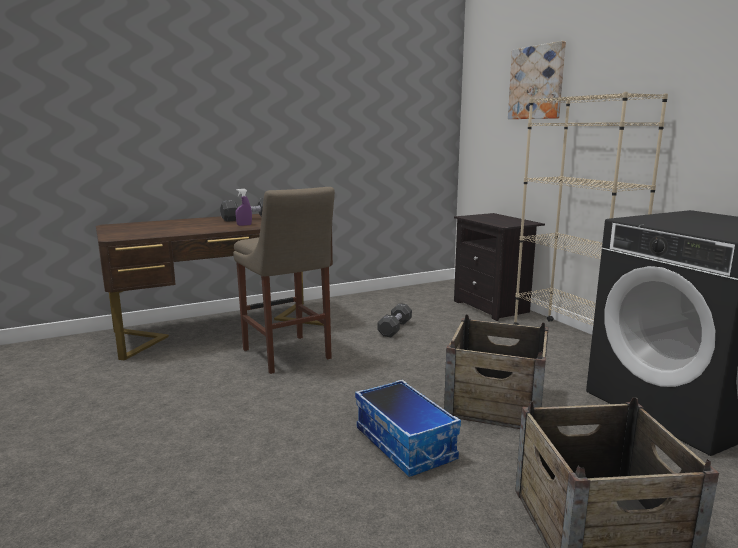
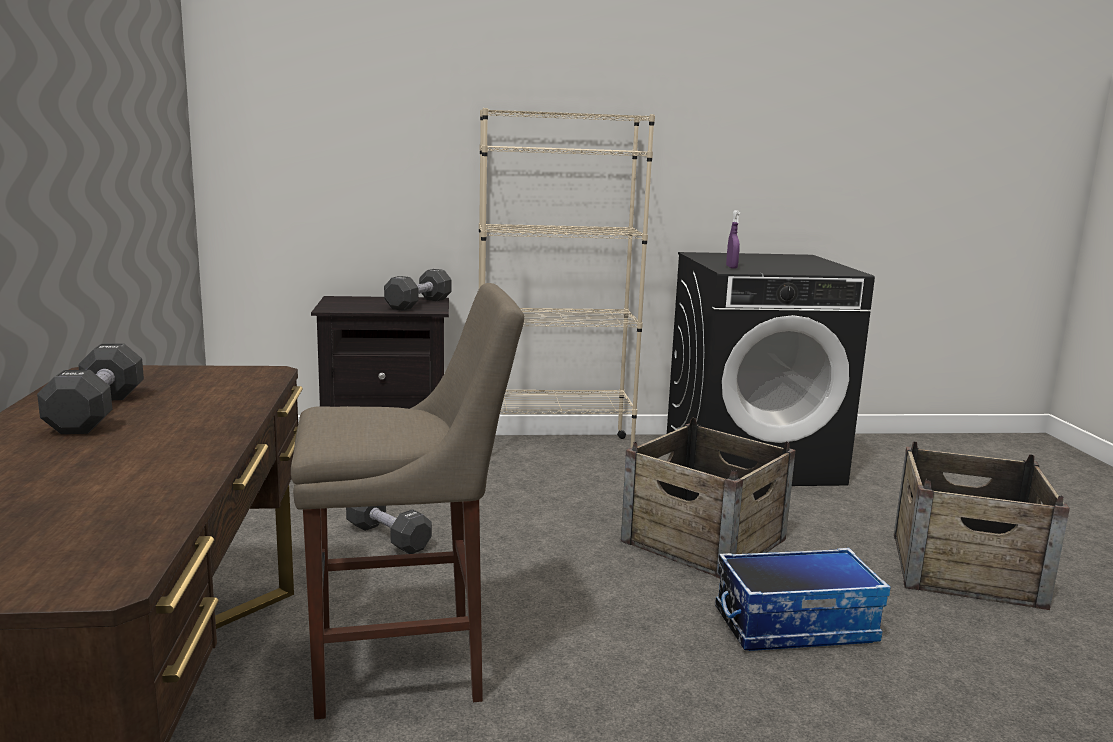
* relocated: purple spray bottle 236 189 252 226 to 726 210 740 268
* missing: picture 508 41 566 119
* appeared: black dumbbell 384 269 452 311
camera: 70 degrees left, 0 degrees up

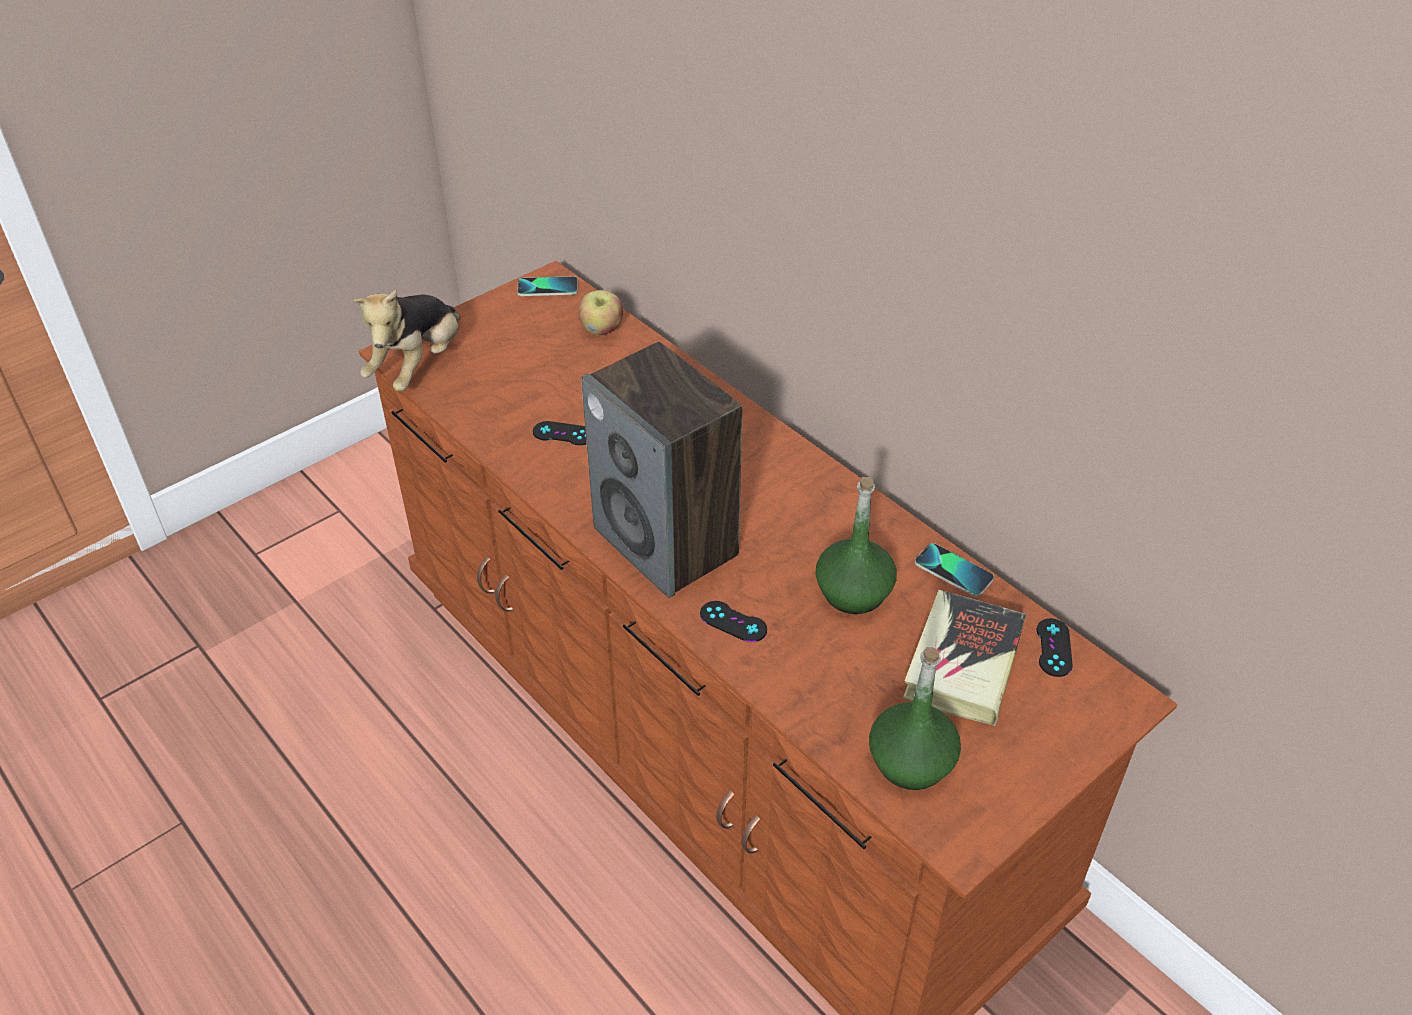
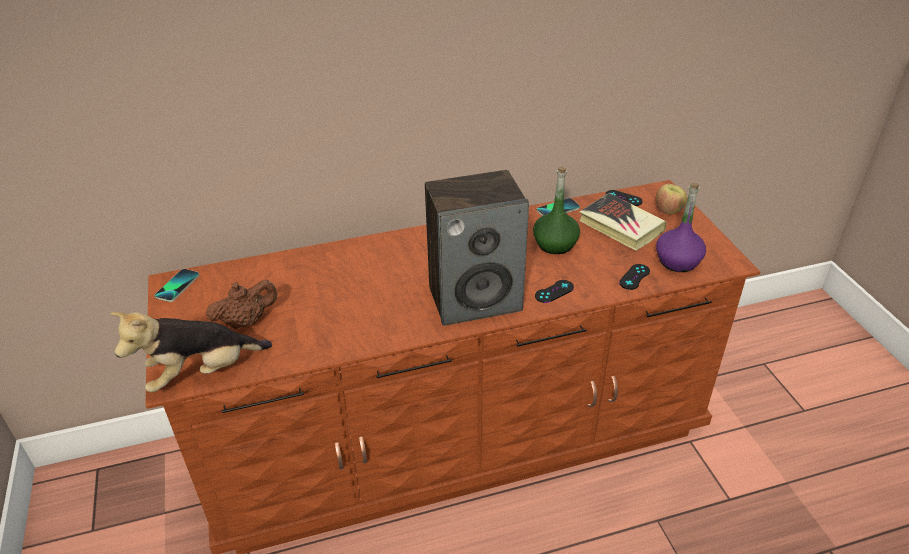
* spun: plush toy 353 290 461 392 = 110 312 272 393 105 degrees clockwise
* relocated: black game controller 533 421 587 445 to 619 264 650 290
* relocated: apple 578 290 623 335 to 656 184 687 214
* colour: green bottle 869 647 961 790 to purple bottle 656 183 706 272
* appeared: brown teapot 206 280 277 329
camera: 65 degrees left, 5 degrees down

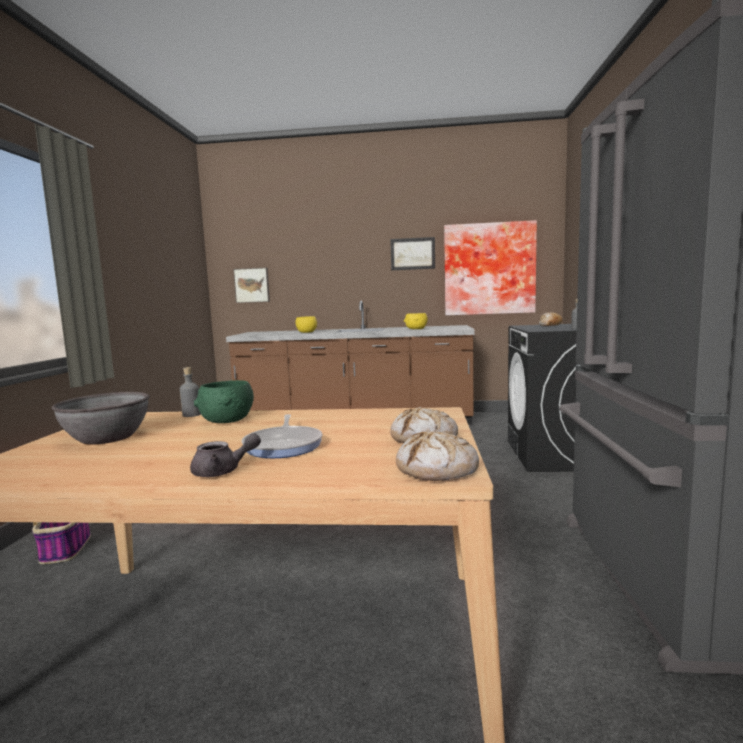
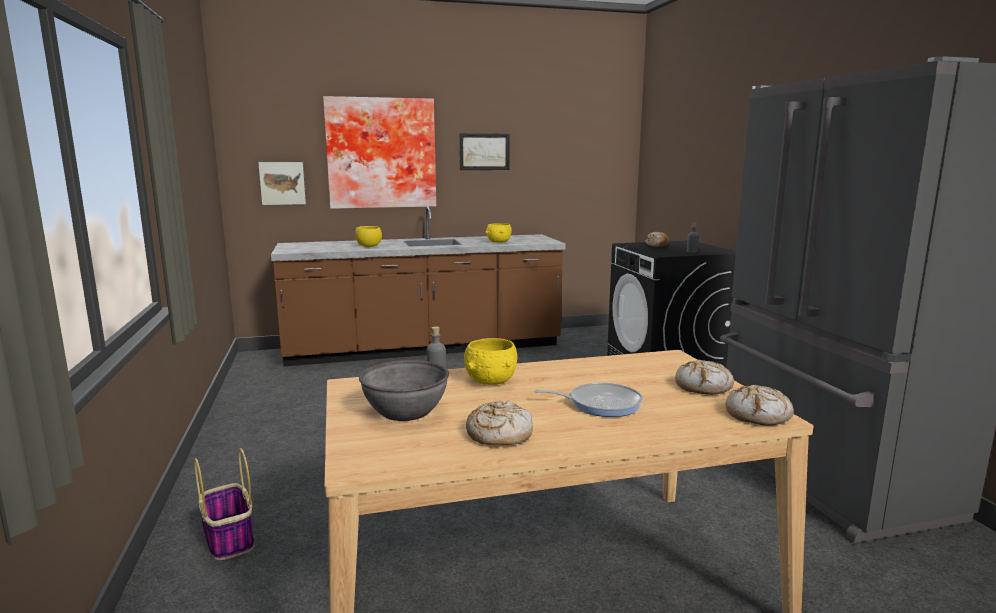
* missing: grey teapot 190 433 261 477
* colour: green bowl 194 380 254 423 to yellow bowl 464 338 517 385
* spun: frying pan 241 414 322 458 = 534 383 643 417 60 degrees counterclockwise
* relocated: picture 444 220 537 315 to 323 96 436 209
* appeared: bread 466 400 533 445
camera: 20 degrees left, 5 degrees up

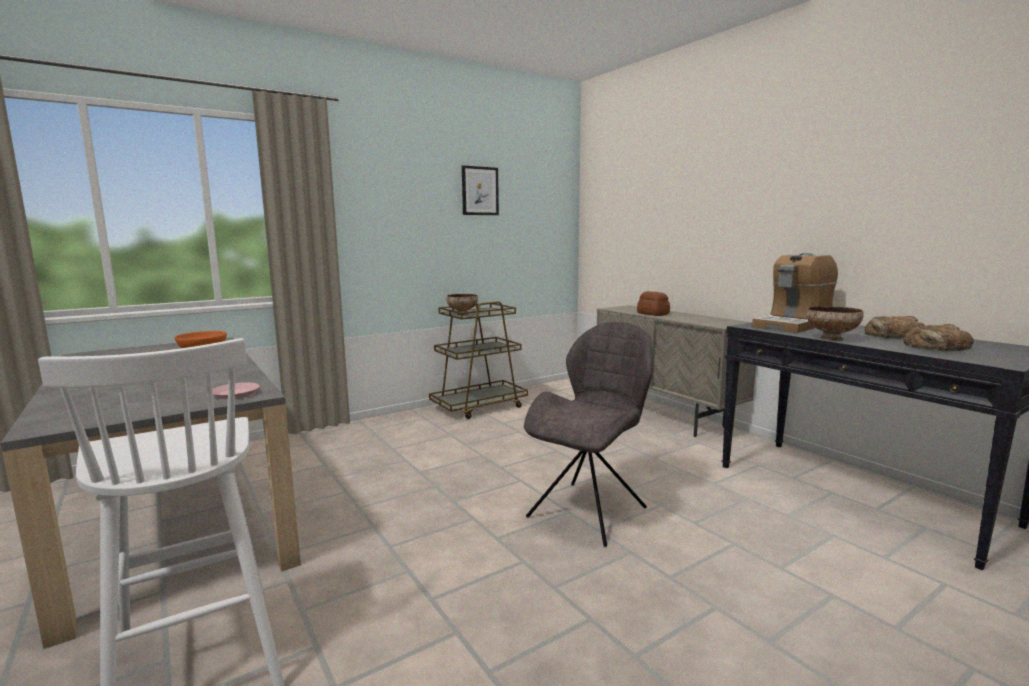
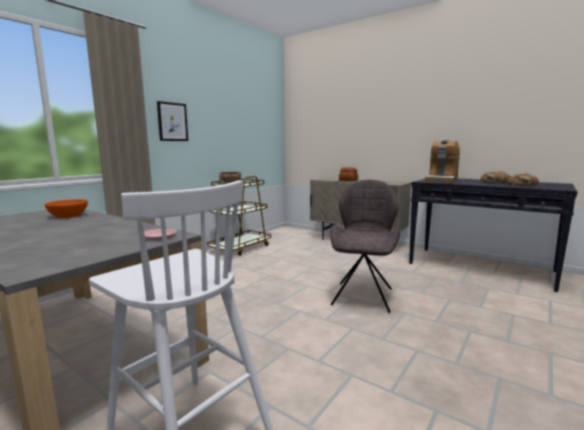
* relocated: picture 462 165 499 215 to 157 101 188 141
* missing: bowl 806 306 864 341
camera: 20 degrees left, 0 degrees up

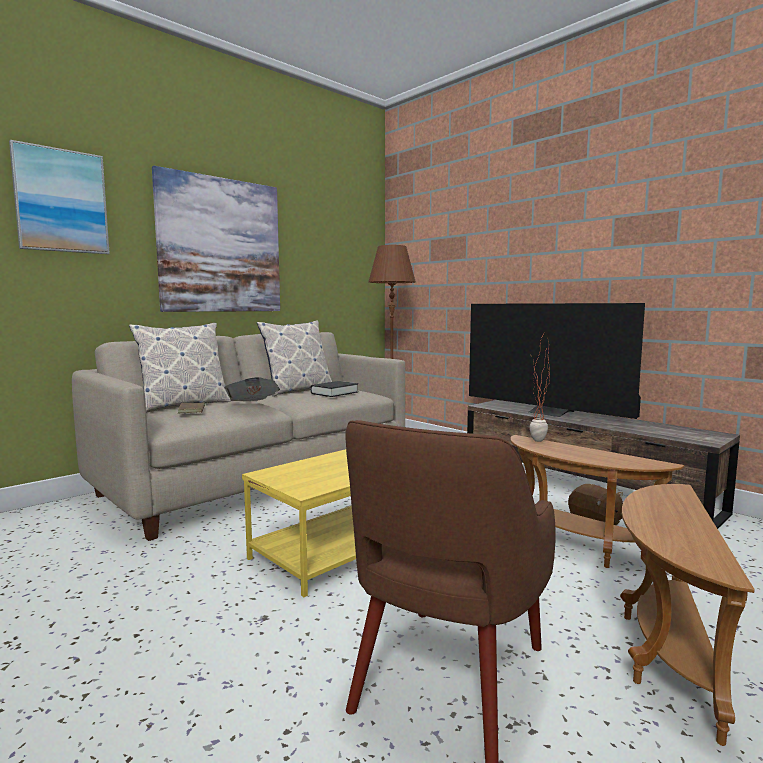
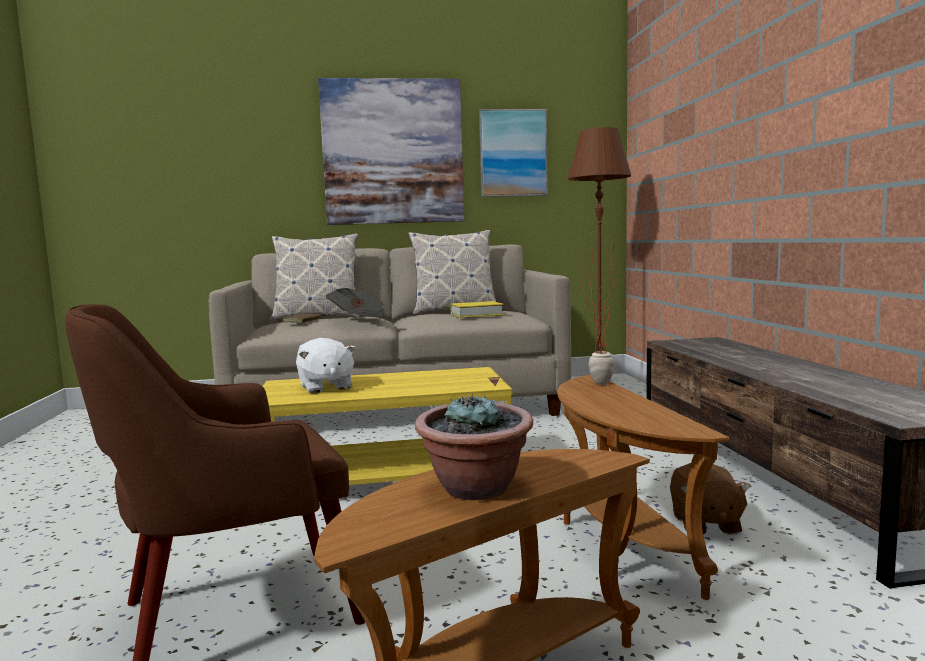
* relocated: picture 9 140 110 254 to 479 109 548 197
* colour: black book 310 381 358 397 to yellow book 451 301 504 318
* missing: television 469 303 645 419
* appeared: white plush toy 296 338 356 393
* appeared: potted plant 415 394 533 500
camera: 35 degrees right, 0 degrees up

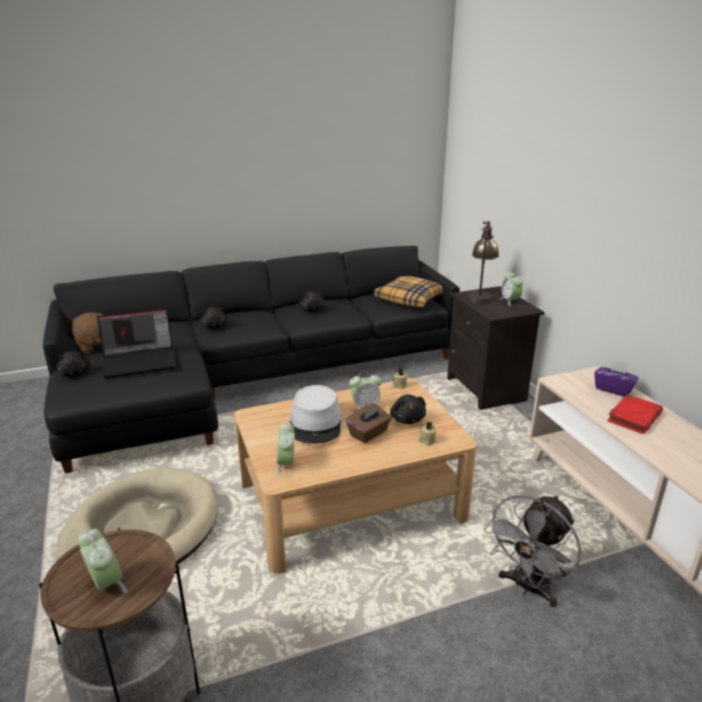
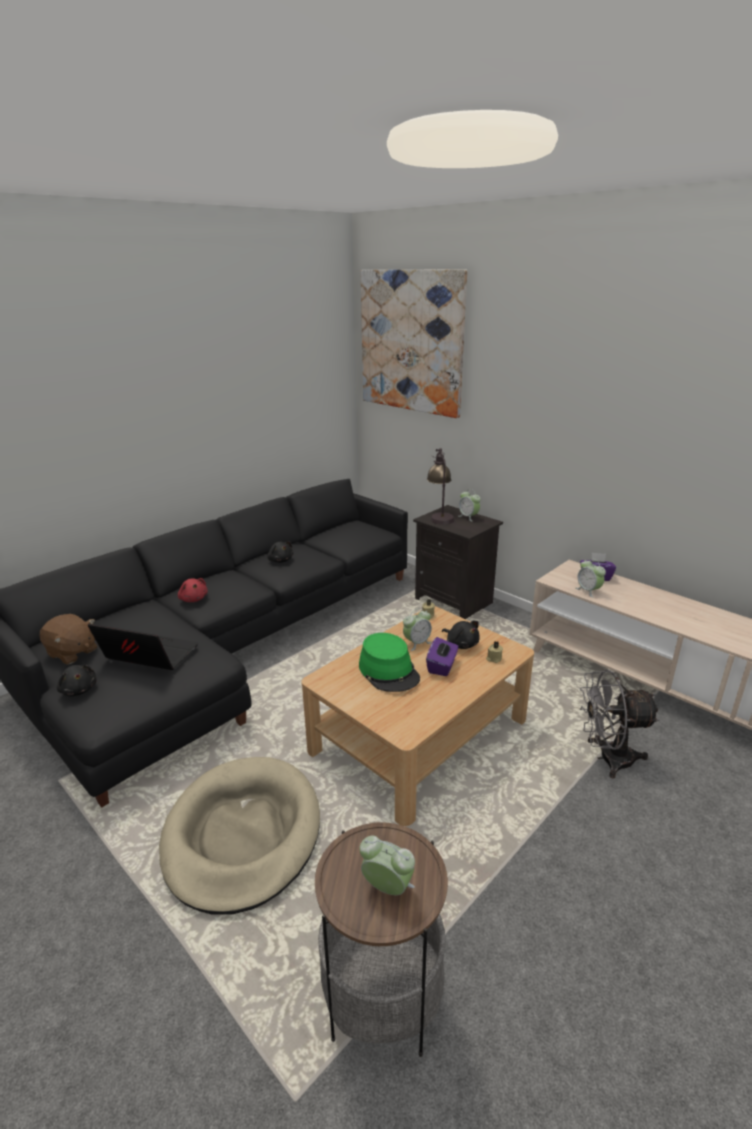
* spun: laptop 97 308 176 378 = 88 624 198 670 120 degrees counterclockwise
* colour: black plush toy 200 307 227 329 to red plush toy 178 578 208 602
* relocated: alarm clock 277 423 295 475 to 576 559 606 598
* colour: grey hat 290 385 342 444 to green hat 359 633 420 692
* colour: brown tissue box 346 403 391 443 to purple tissue box 426 637 458 676
* missing: pillow 374 276 443 307
* spun: grey fan 484 495 581 608 = 579 670 660 779 75 degrees clockwise
* missing: red book 607 394 663 434
* appeared: picture 361 270 467 418
camera: 25 degrees left, 0 degrees up

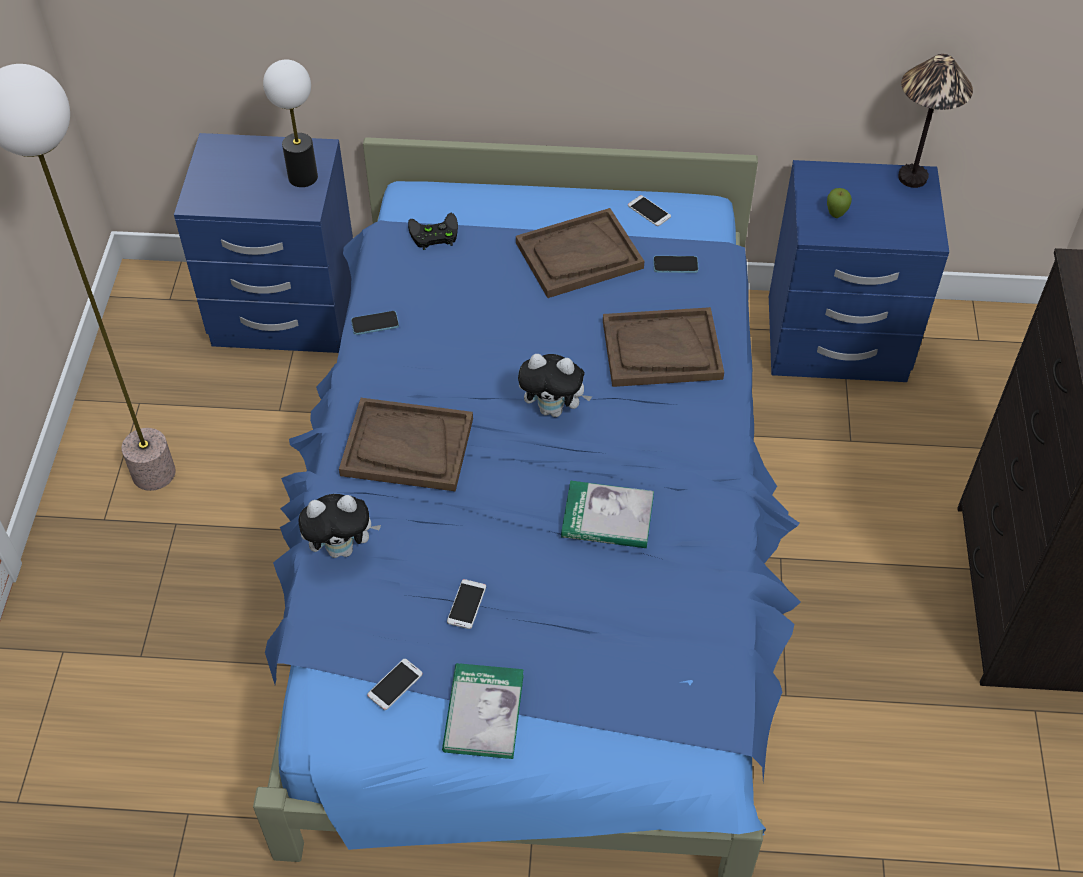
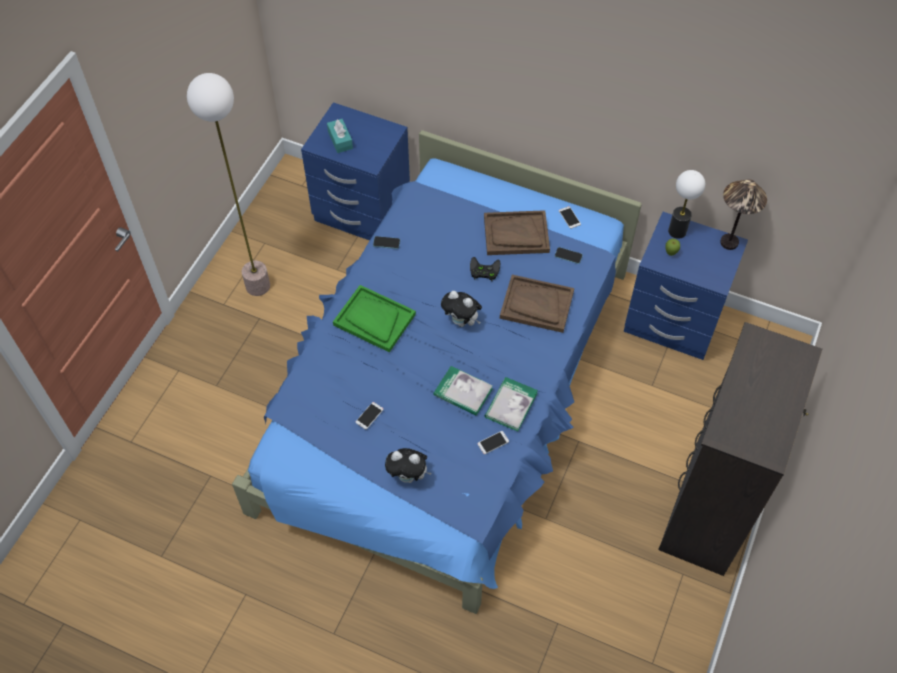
* relocated: table lamp 263 60 318 187 to 668 170 705 239
* relocated: plush toy 299 494 381 558 to 385 448 432 483
* colour: brown tray 339 398 473 491 to green tray 333 285 416 352
* relocated: phone 367 659 423 710 to 478 431 509 454
* relocated: black game controller 408 213 458 250 to 470 257 500 281
* relocated: book 442 663 524 759 to 485 377 538 431
* appeared: turquoise tissue box 327 119 353 153
camera: 20 degrees right, 5 degrees up

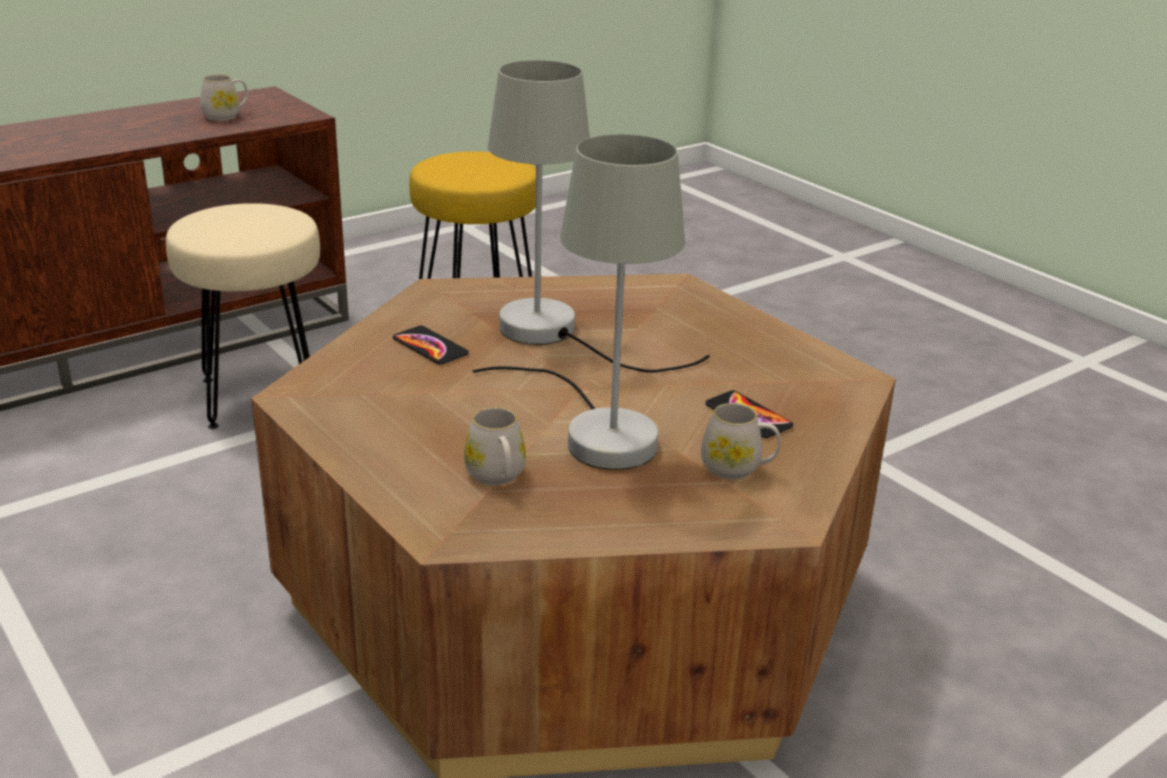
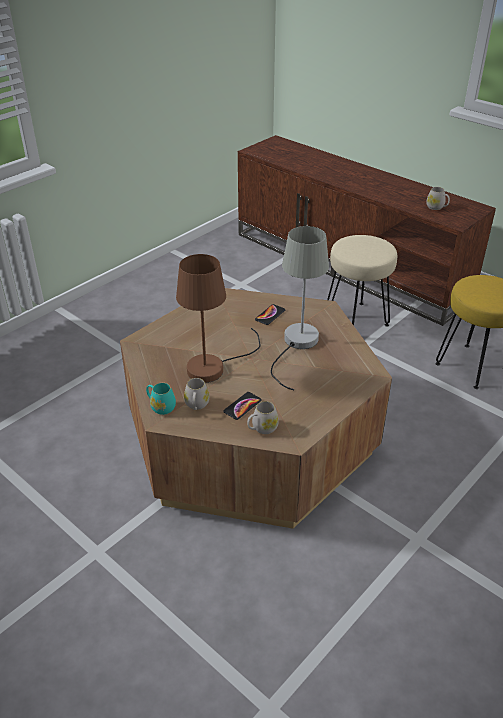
* relocated: white mug 464 407 526 485 to 247 401 279 434
* colour: grey table lamp 472 134 685 470 to brown table lamp 176 254 261 383
* appeared: turquoise mug 146 383 176 415
camera: 80 degrees right, 10 degrees up

